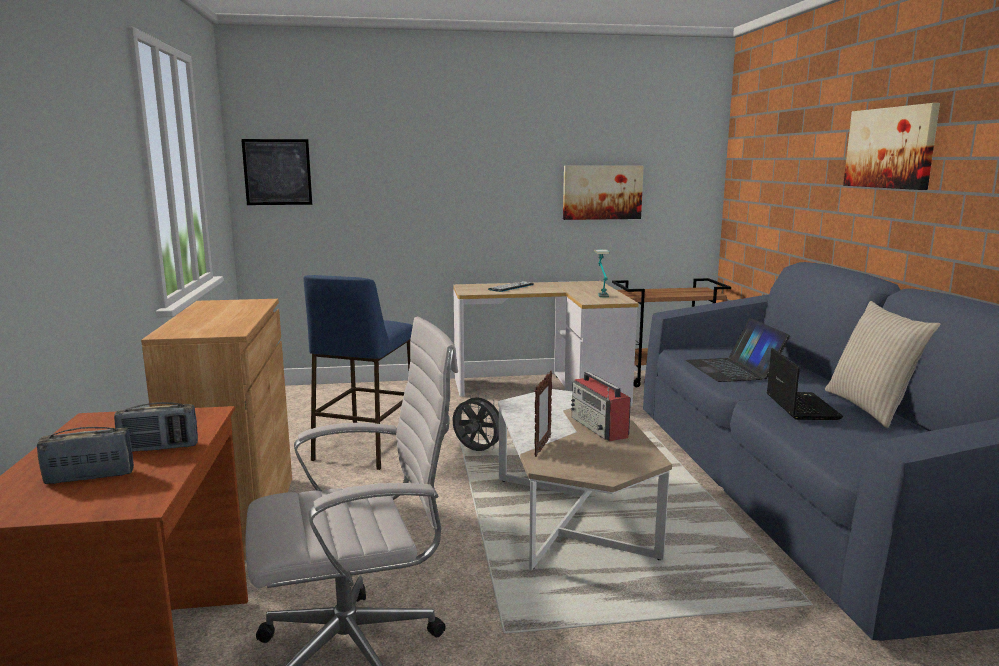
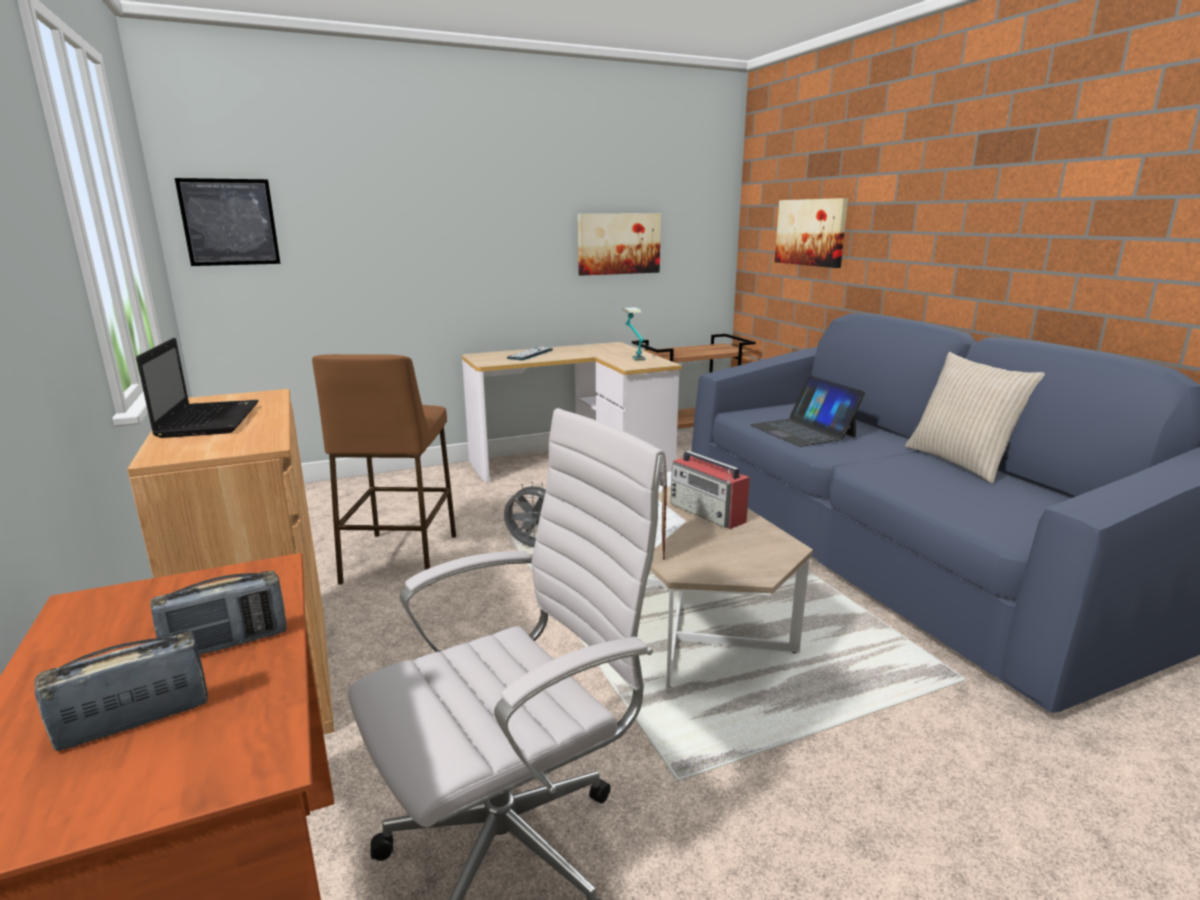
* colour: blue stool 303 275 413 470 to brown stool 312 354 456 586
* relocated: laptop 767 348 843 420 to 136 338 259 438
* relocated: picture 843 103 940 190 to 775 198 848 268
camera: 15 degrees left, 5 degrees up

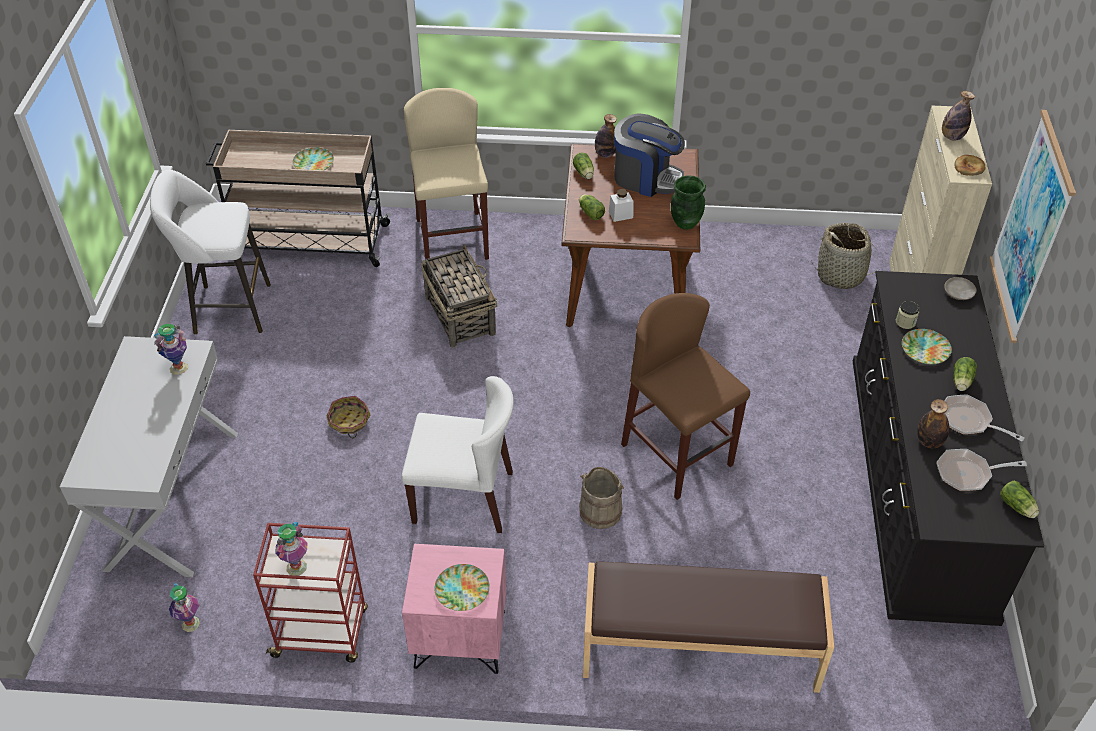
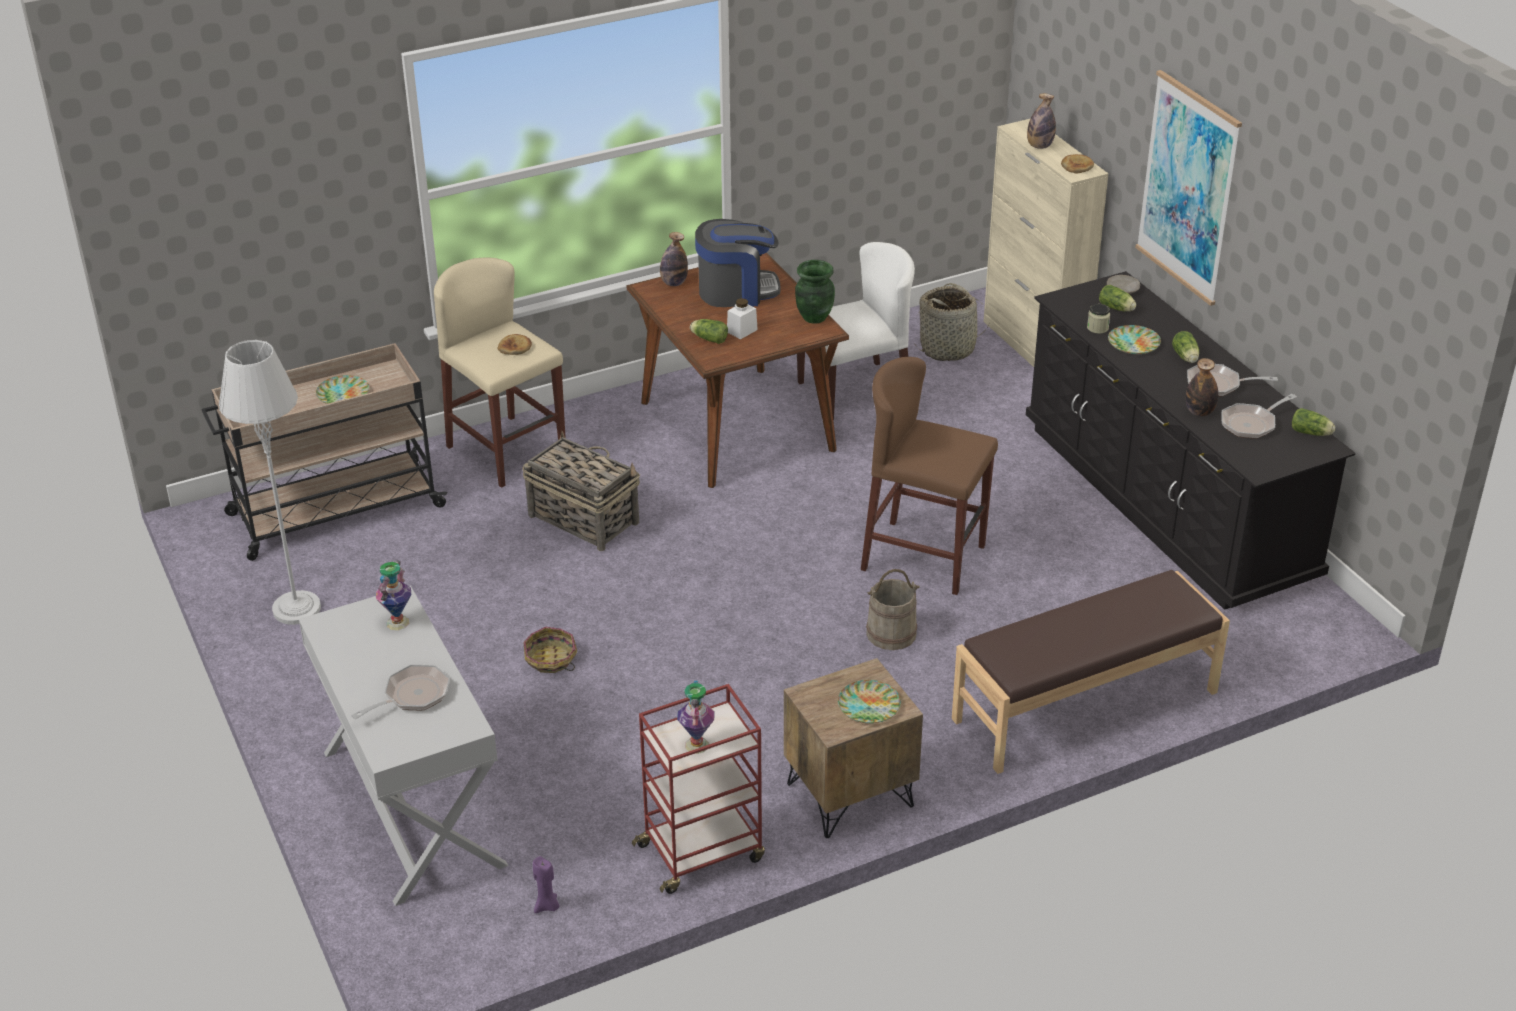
* exchanged: white stool 150 170 271 334 to grey floor lamp 219 340 321 625
* exchanged: vase 169 583 200 632 to purple candle 533 856 559 913
* relocated: white chair 401 376 514 533 to 797 242 915 420
* colour: pink nightstand 402 544 506 674 to brown nightstand 784 658 923 838
* relocated: lettuce 573 153 594 179 to 1099 285 1136 311
* appeared: frying pan 351 665 450 719
* appeared: bread 498 334 532 355
camera: 30 degrees left, 10 degrees down

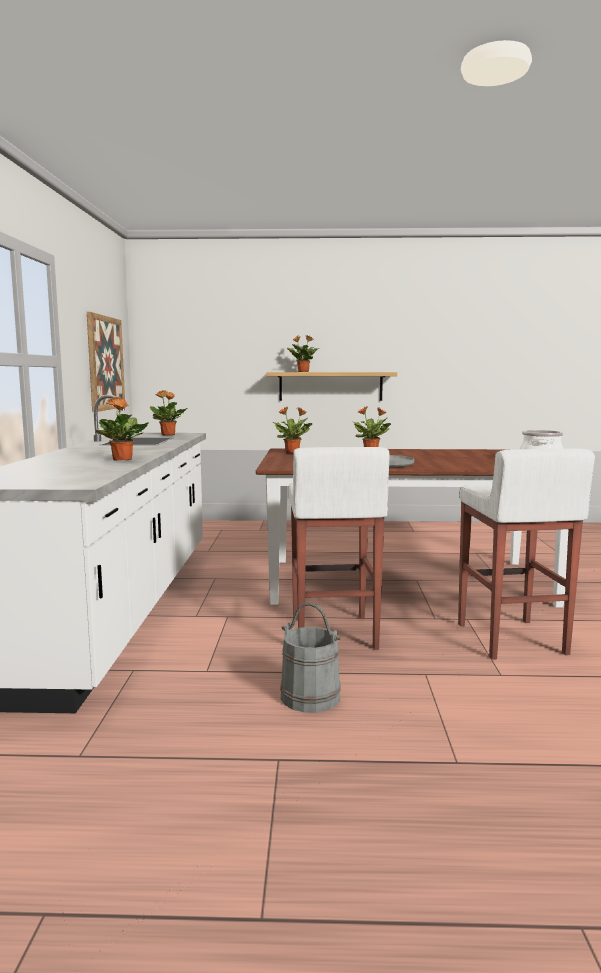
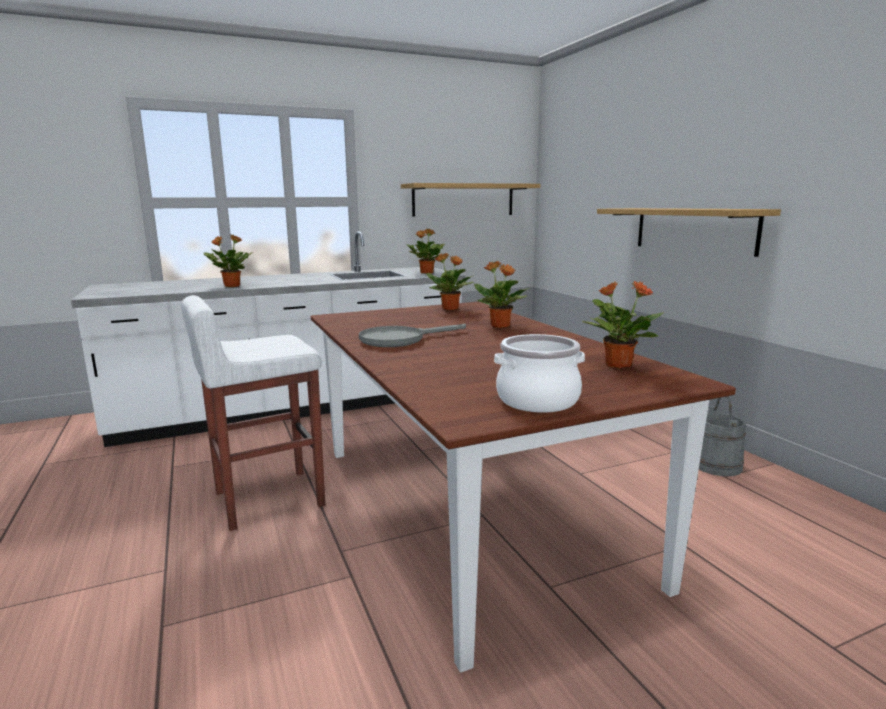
* exchanged: picture 87 312 125 412 to shelf 401 183 540 217
* relocated: grey bucket 280 602 341 713 to 699 396 746 476
* relocated: potted plant 287 335 319 372 to 583 281 663 368
* missing: white stool 458 449 595 660
camera: 65 degrees right, 5 degrees up

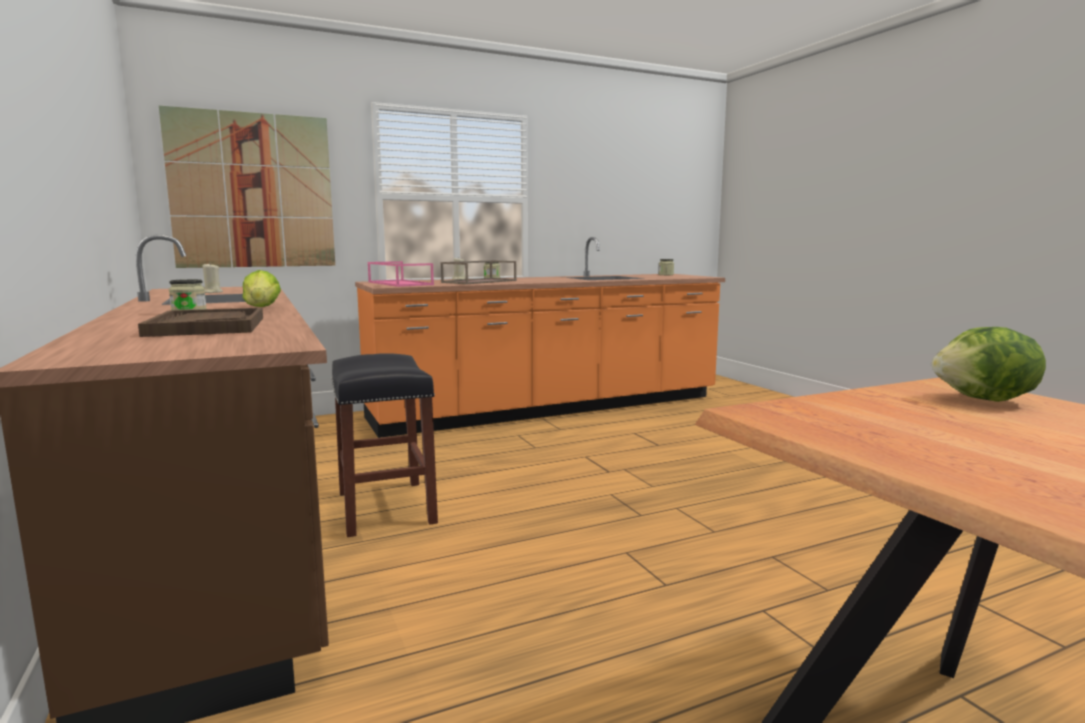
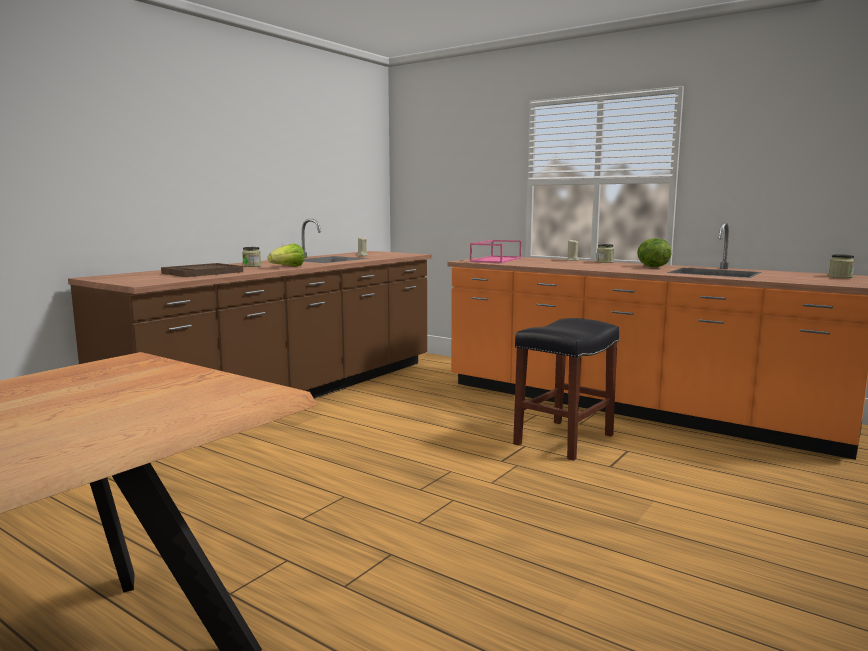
* missing: picture 159 106 335 268
* relocated: black stool 332 353 438 537 to 513 318 619 461
* missing: brown tray 441 260 517 284
* relocated: lettuce 932 327 1046 402 to 637 238 672 267
camera: 60 degrees right, 0 degrees up

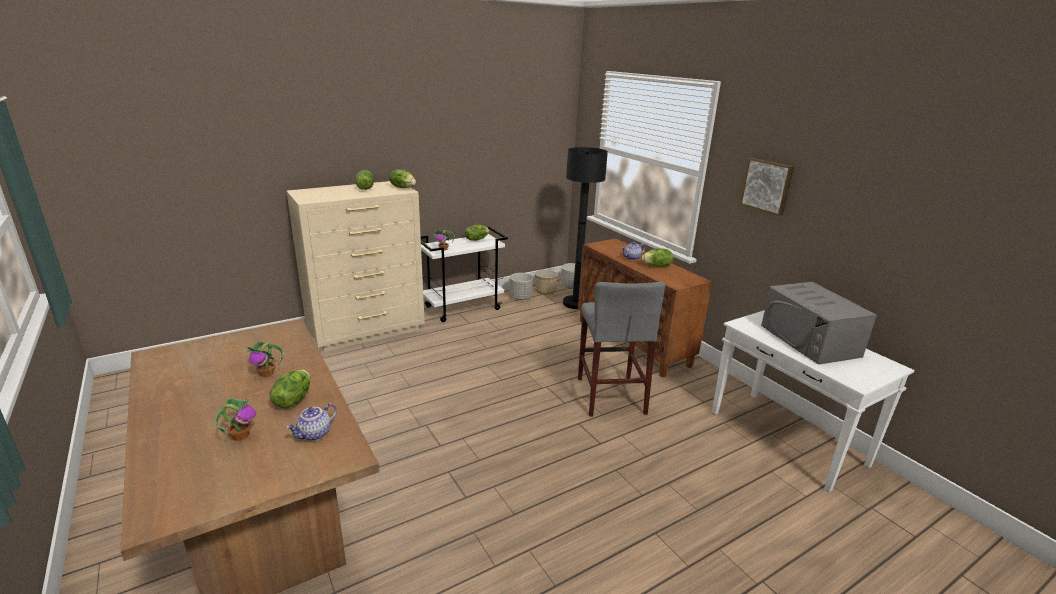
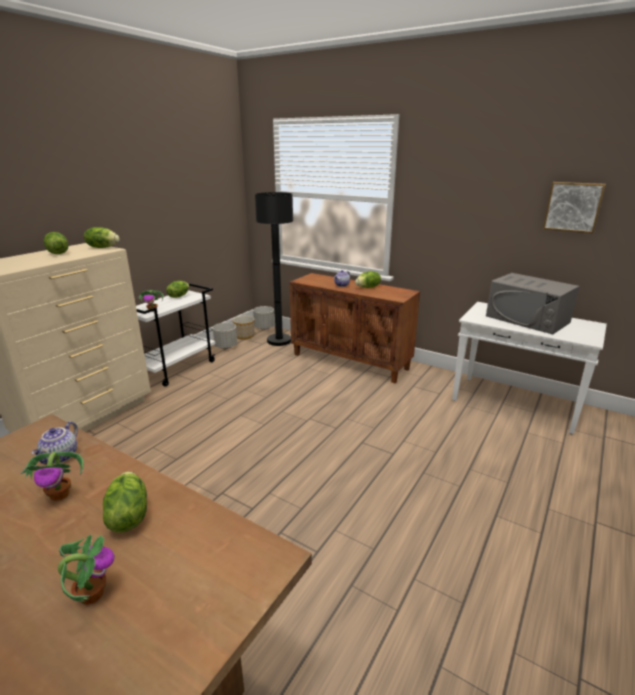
* relocated: teapot 286 403 337 441 to 31 421 78 464
* missing: grey stool 578 281 665 416
* relocated: picture 740 158 794 216 to 543 182 606 233
camera: 25 degrees left, 0 degrees up

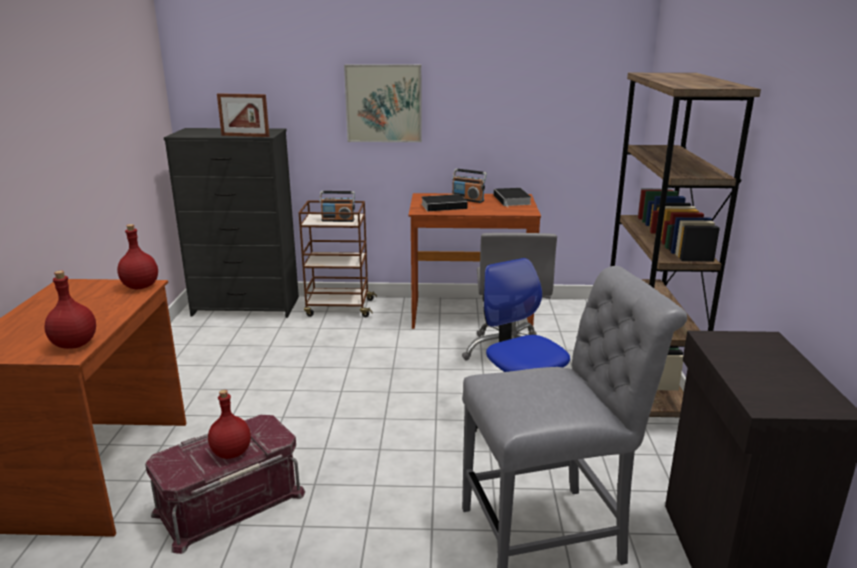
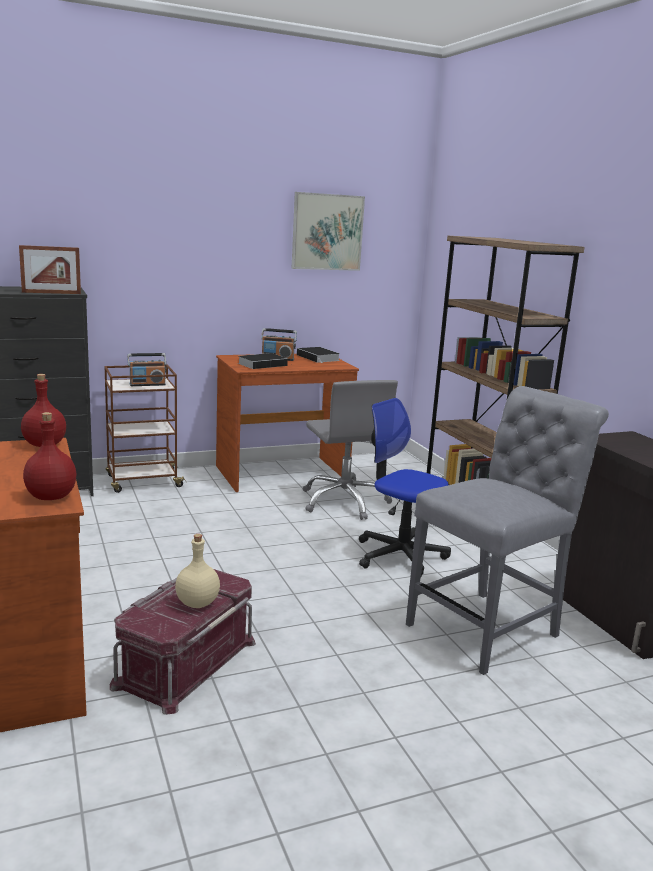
* colour: red bottle 208 390 251 459 to beige bottle 175 534 220 608
* relocated: picture 344 64 422 142 to 292 192 365 271
camera: 25 degrees left, 5 degrees down

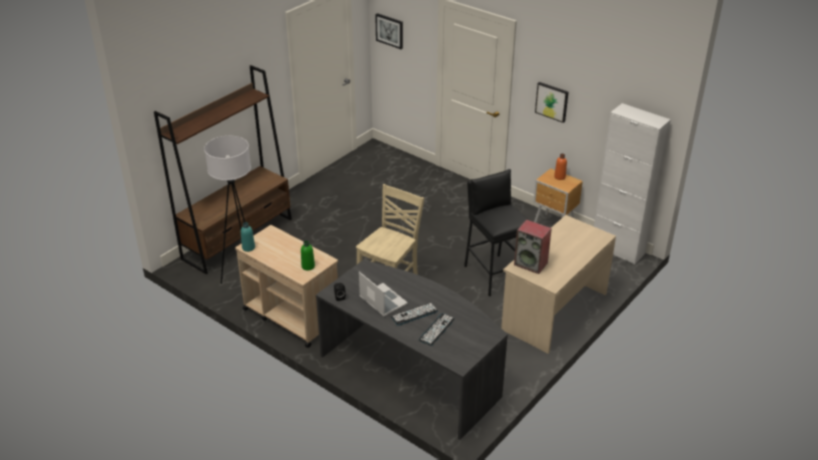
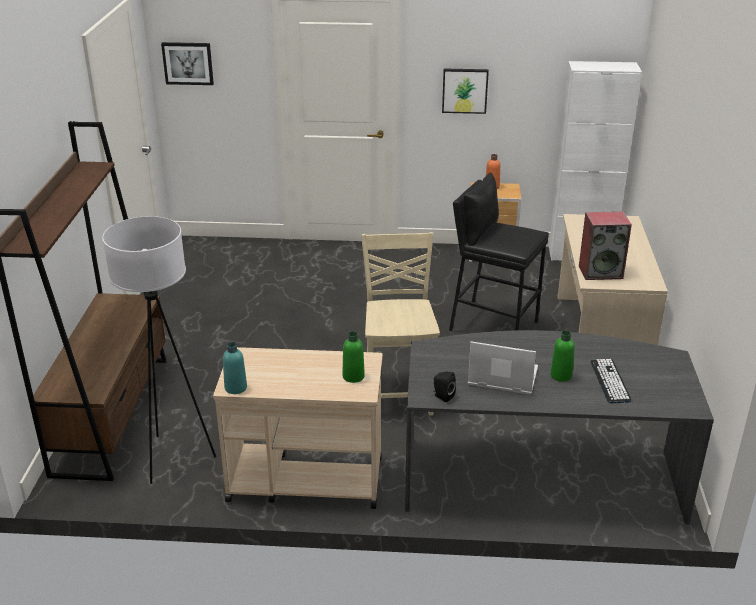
* exchanged: keyboard 391 303 438 326 to green bottle 550 331 575 382
camera: 35 degrees left, 5 degrees down

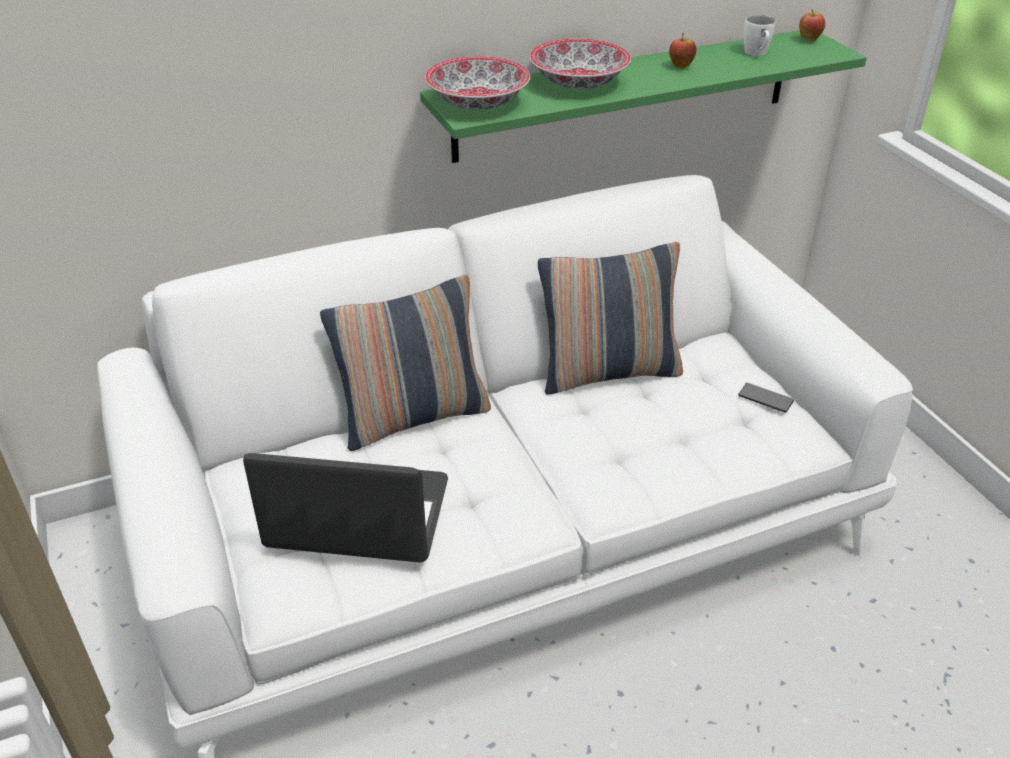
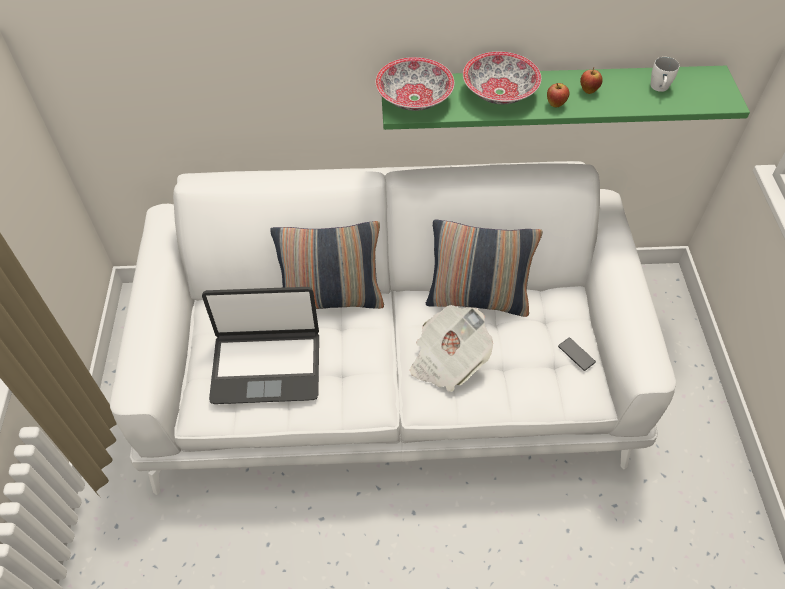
* spun: laptop 243 453 448 563 = 202 287 319 404 150 degrees clockwise
* relocated: apple 799 9 825 41 to 547 83 569 107
* appeared: newspaper 410 305 493 392
camera: 20 degrees right, 15 degrees up

